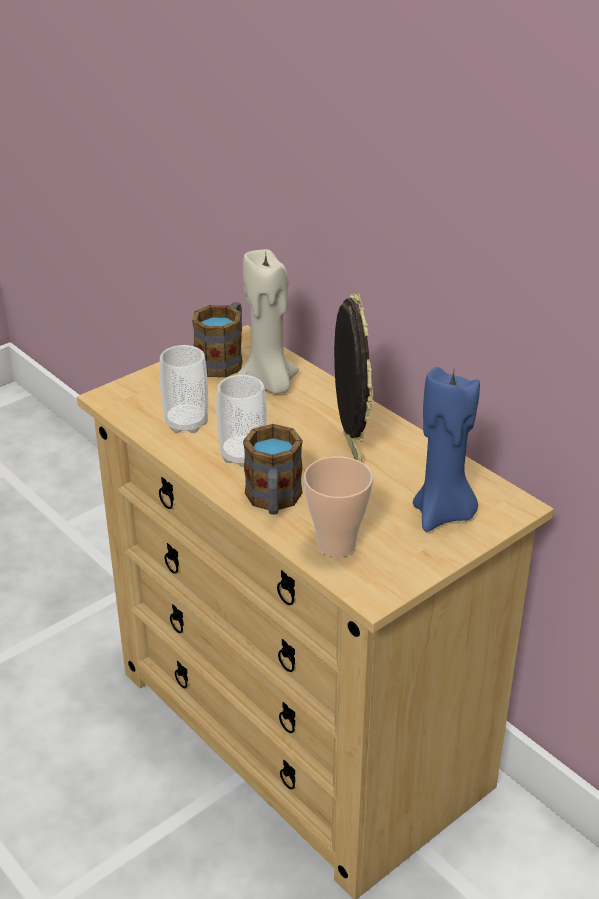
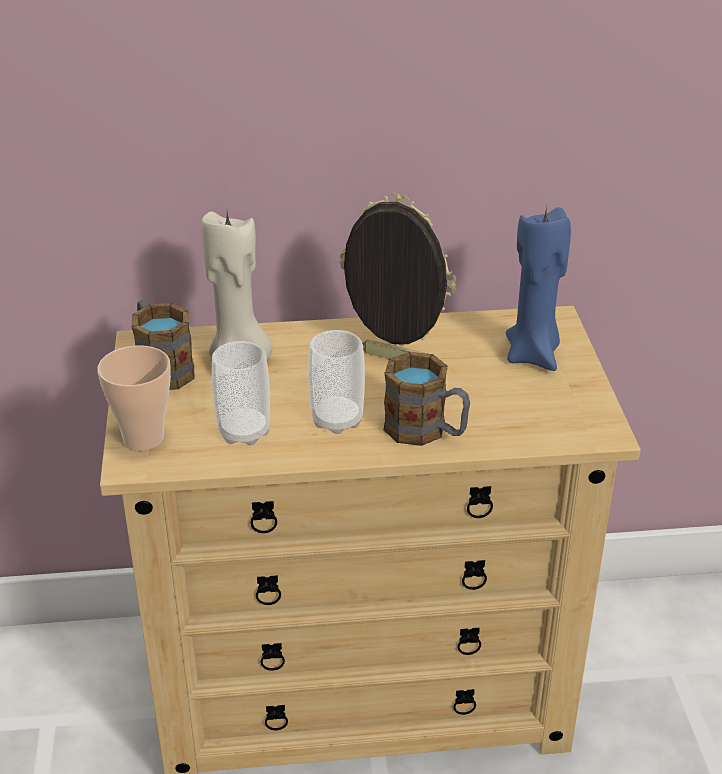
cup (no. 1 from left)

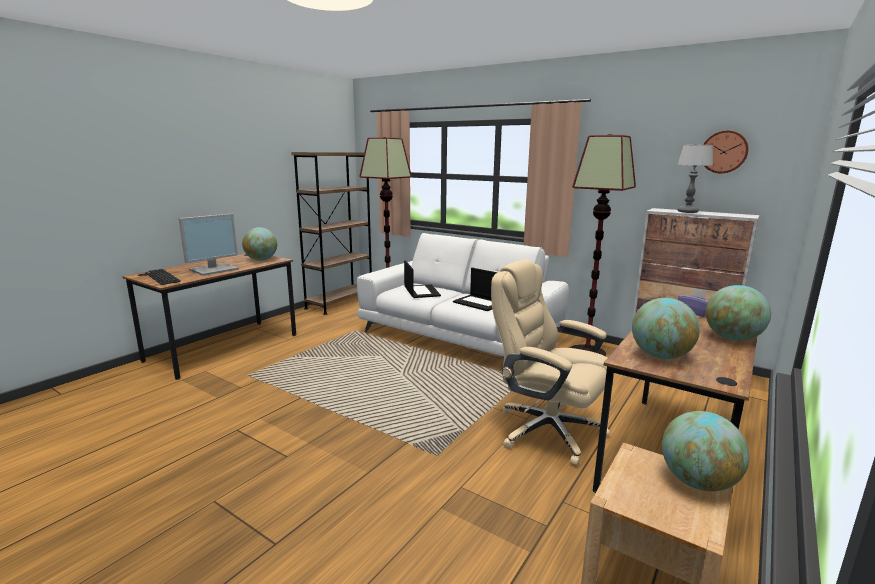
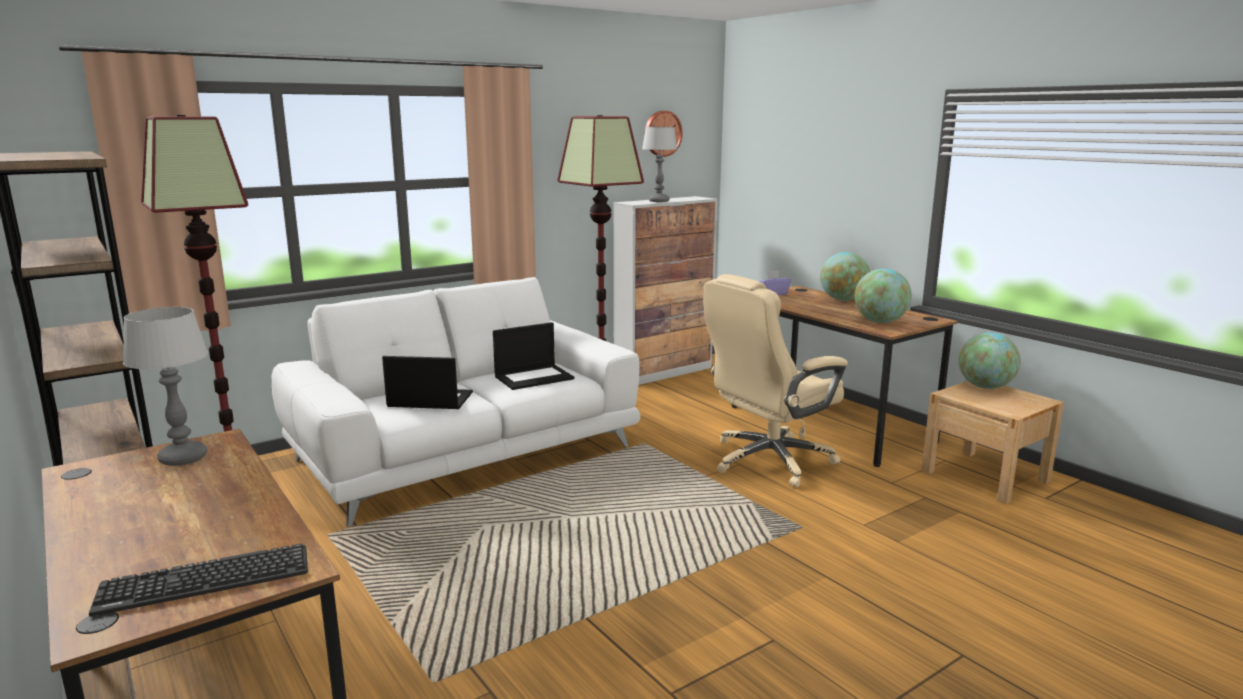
computer display
lamp for a table (no. 1 from left)

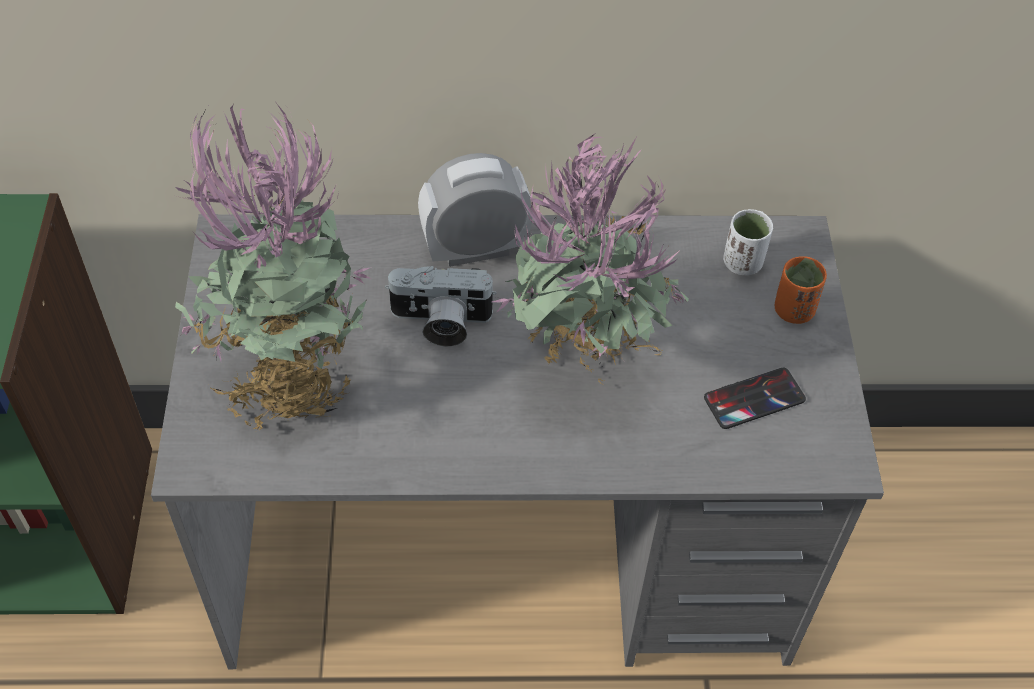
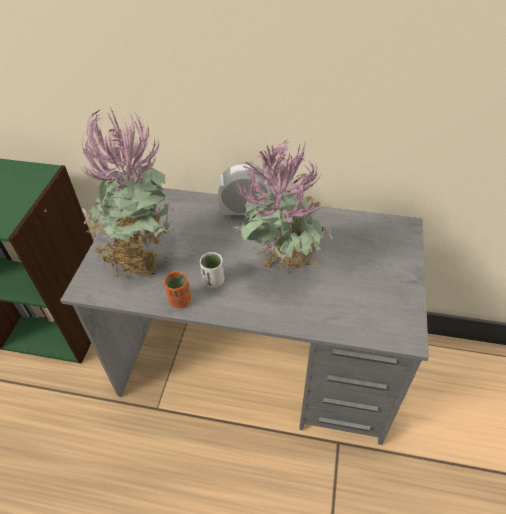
photo camera
phone
white cup
orange-coloured cup

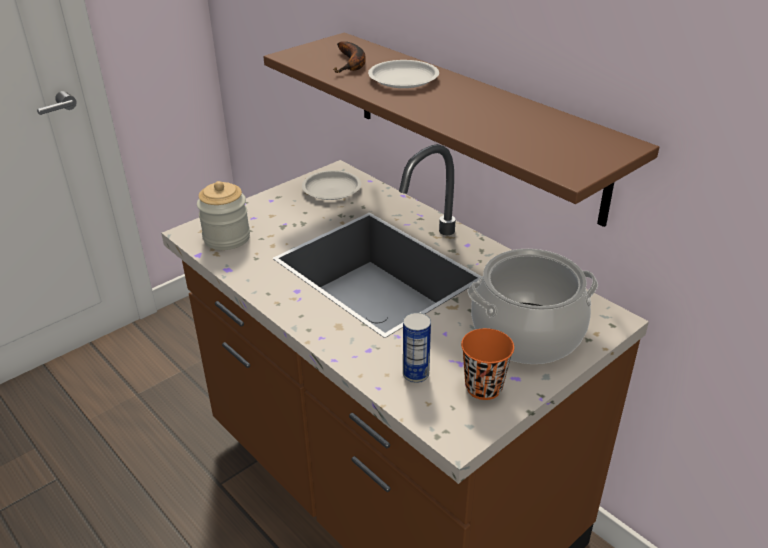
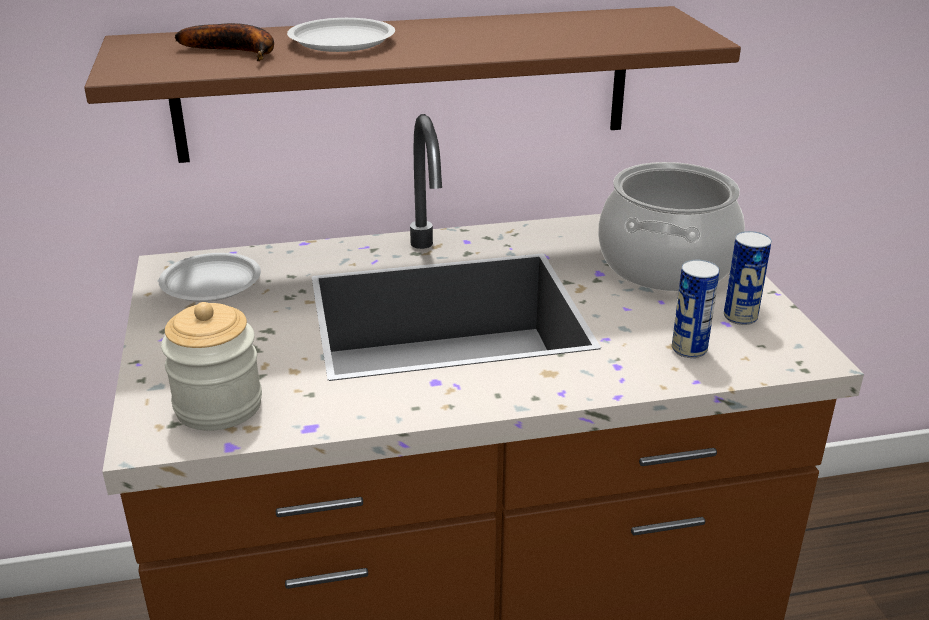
can (no. 2 from left)

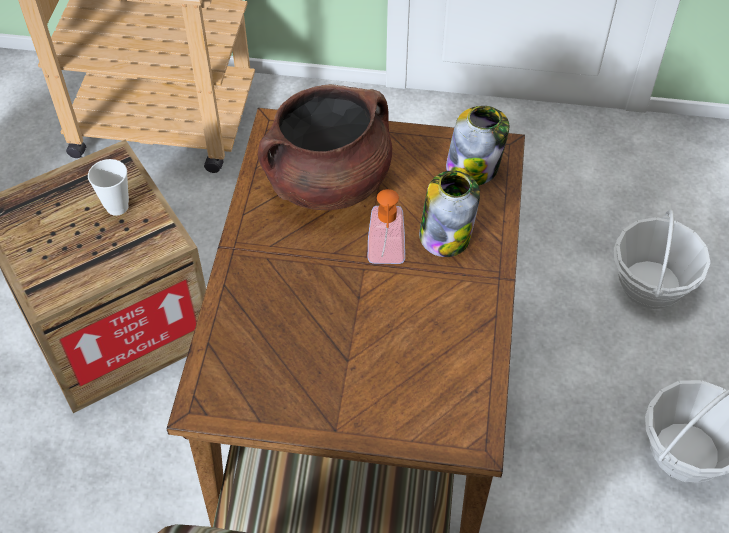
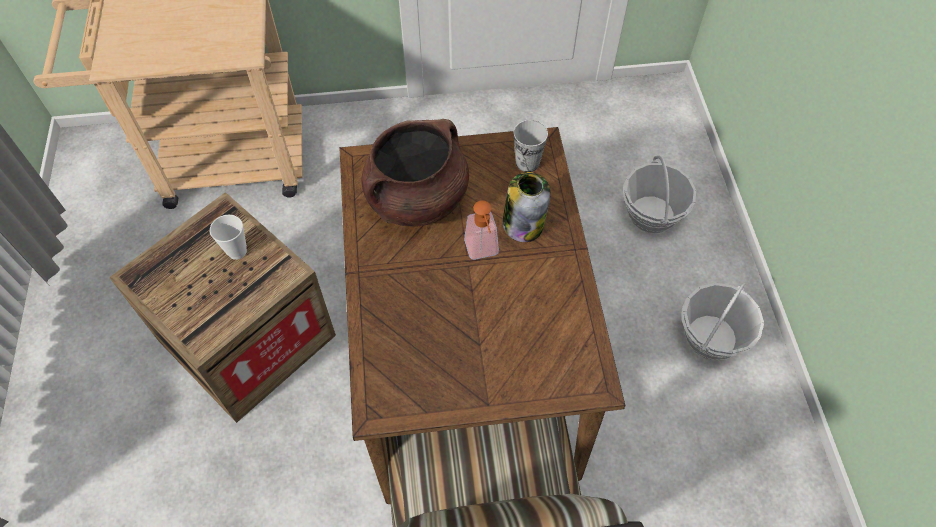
cup (no. 2 from left)

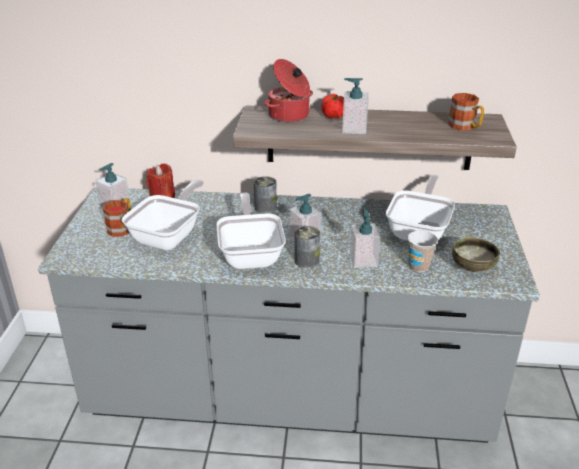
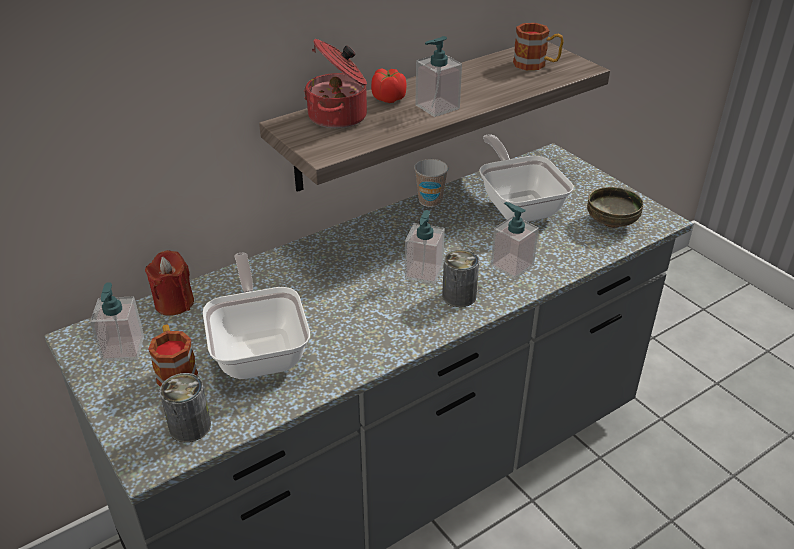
frying pan (no. 2 from left in the first image)
can (no. 1 from left)
cup

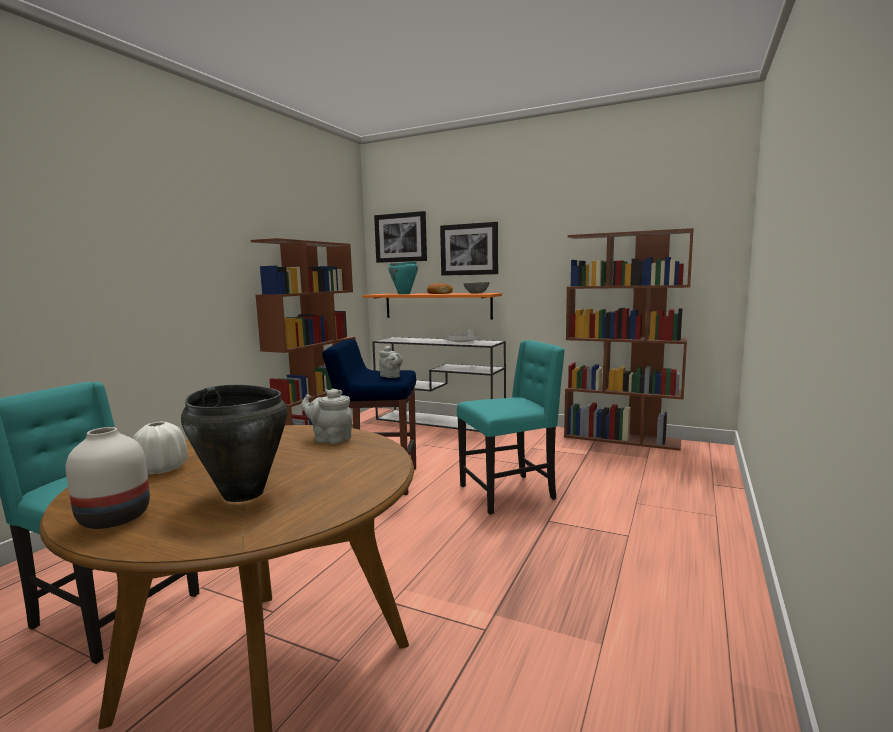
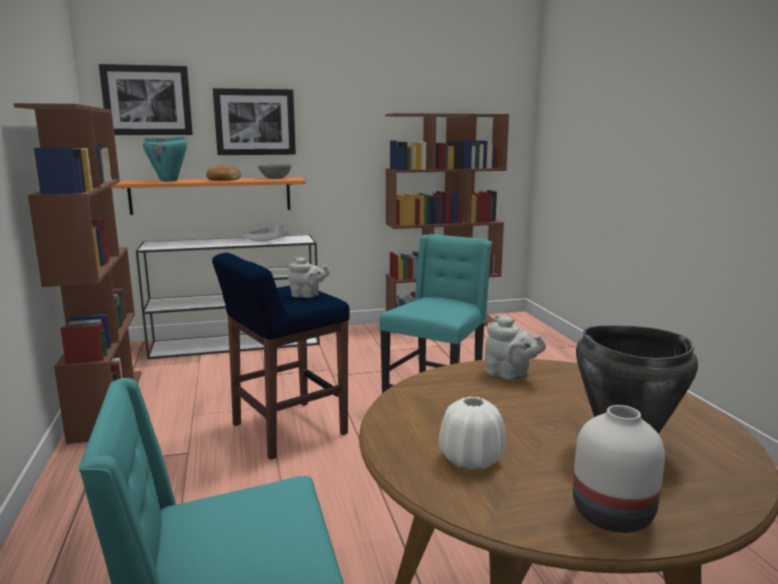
greyish pot for tea (no. 2 from left)

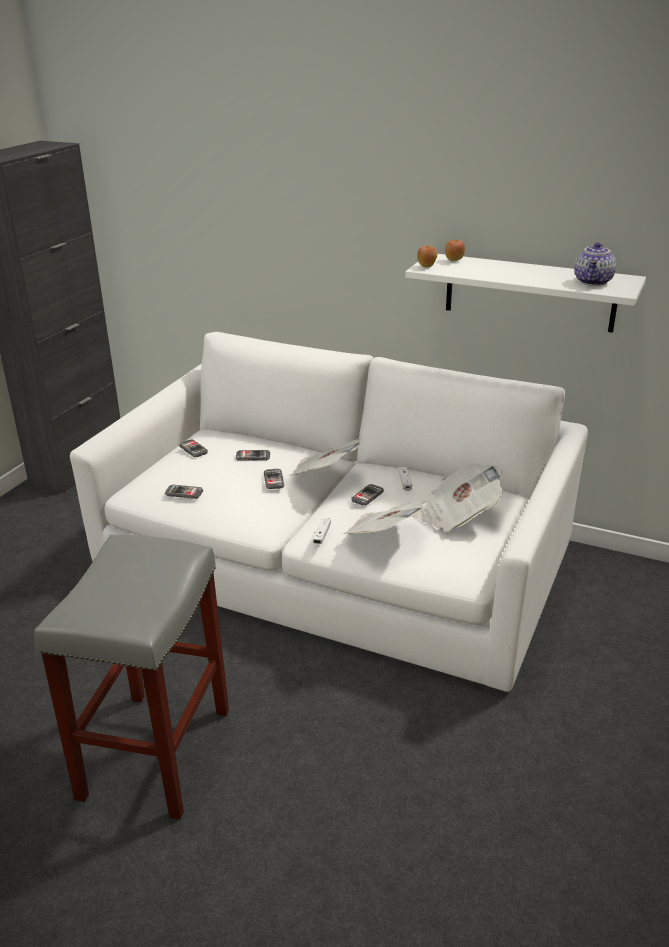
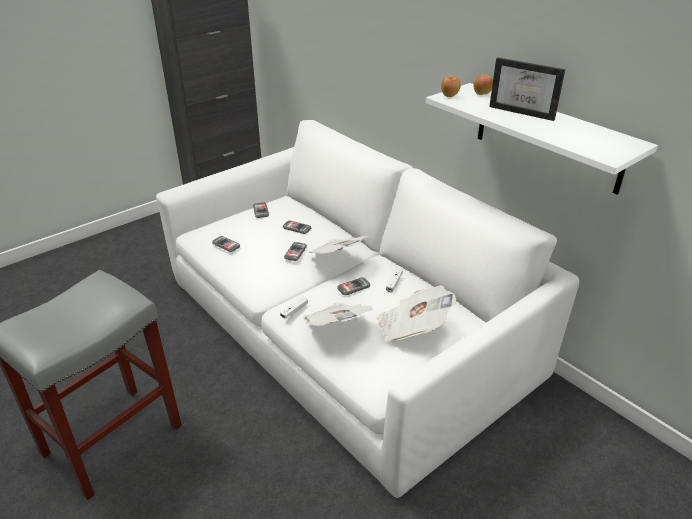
pot for tea
standing frame

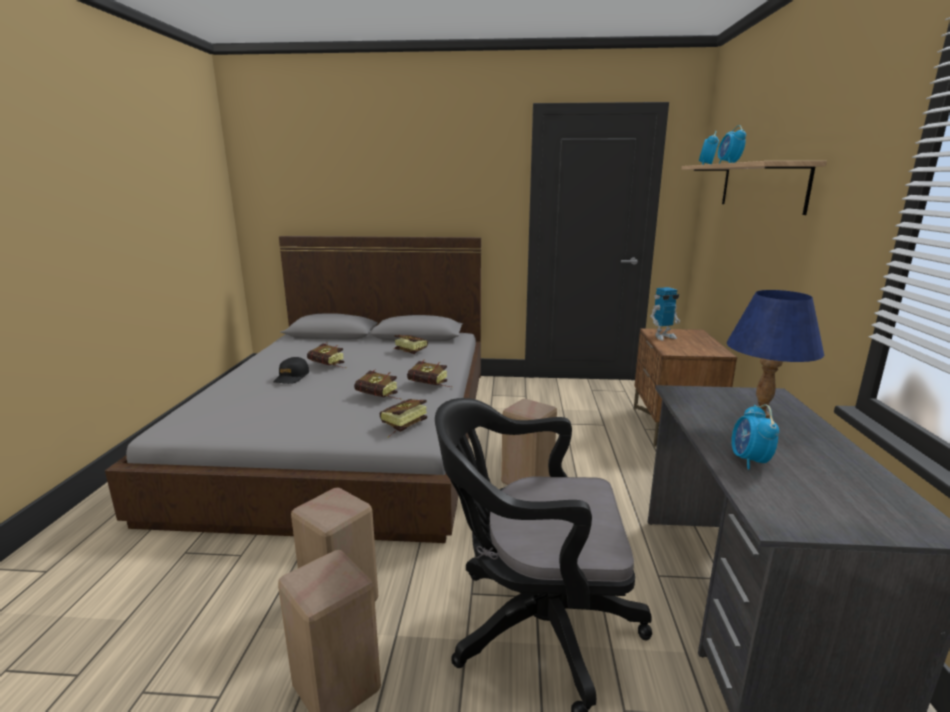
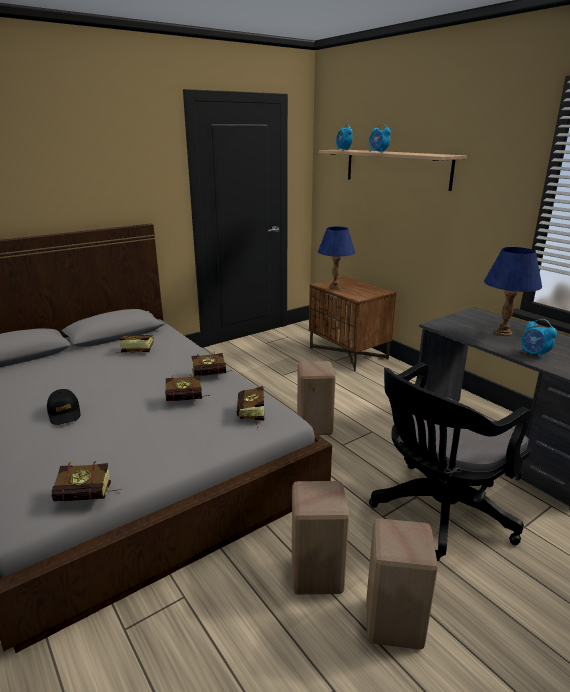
volume (no. 1 from left)
bluish lamp for a table (no. 1 from left)

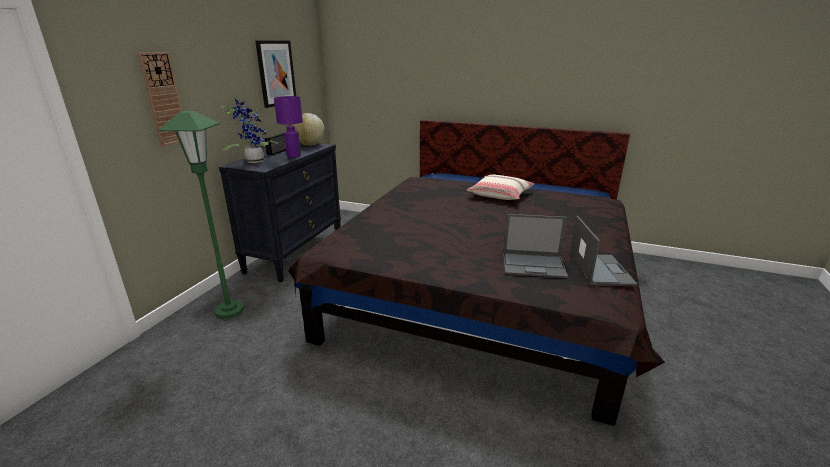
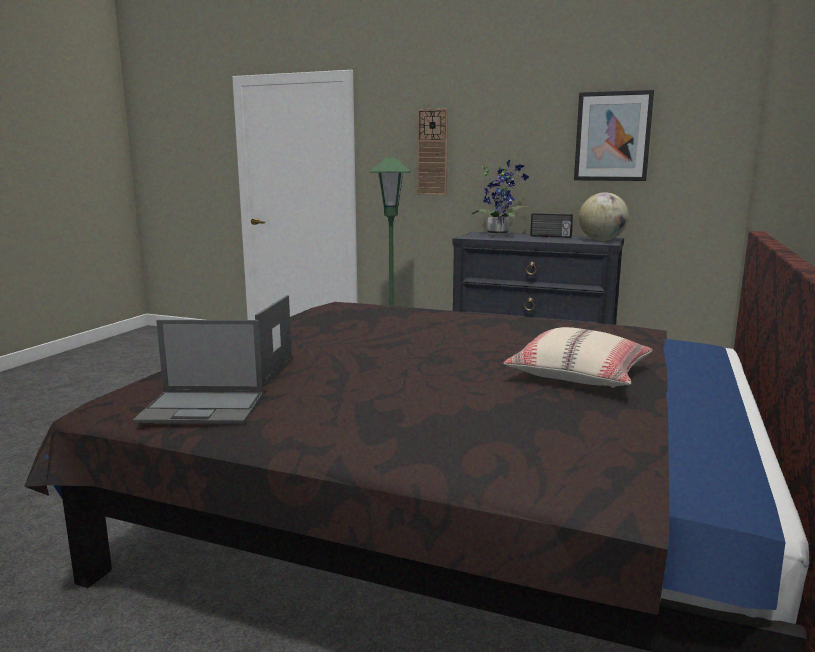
purple-coloured lamp for a table

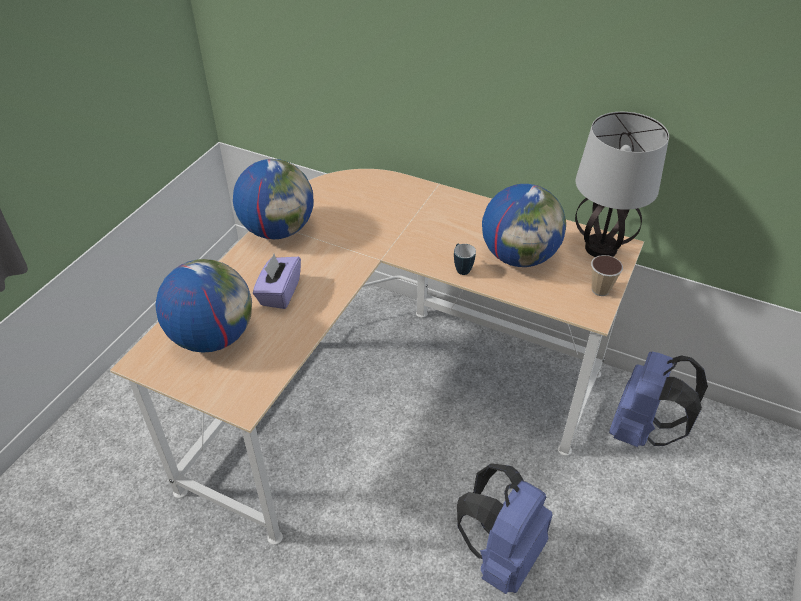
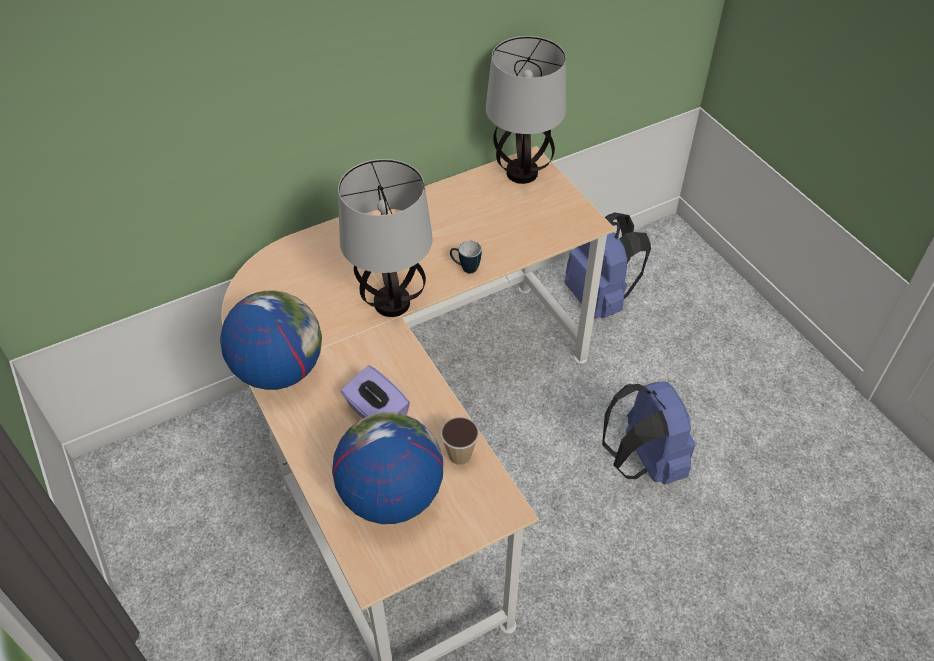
desk globe (no. 3 from left in the first image)
lamp for a table (no. 1 from left)
cup

